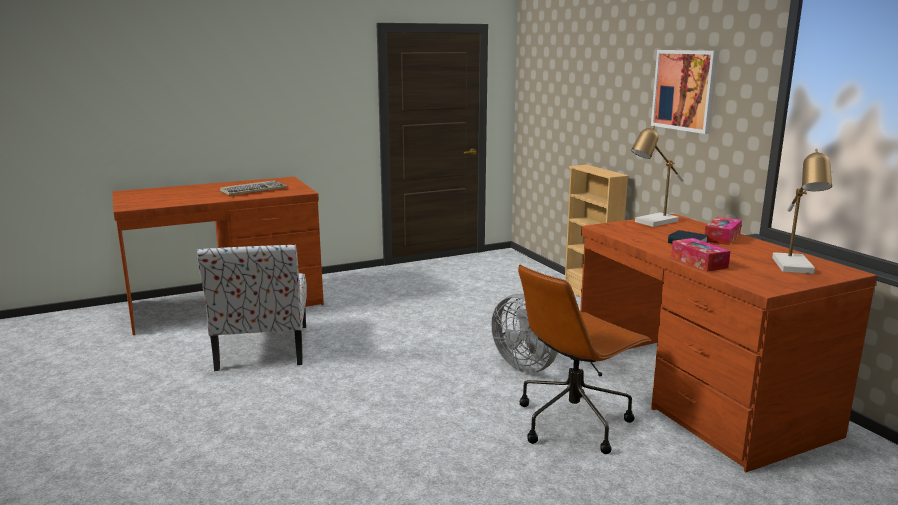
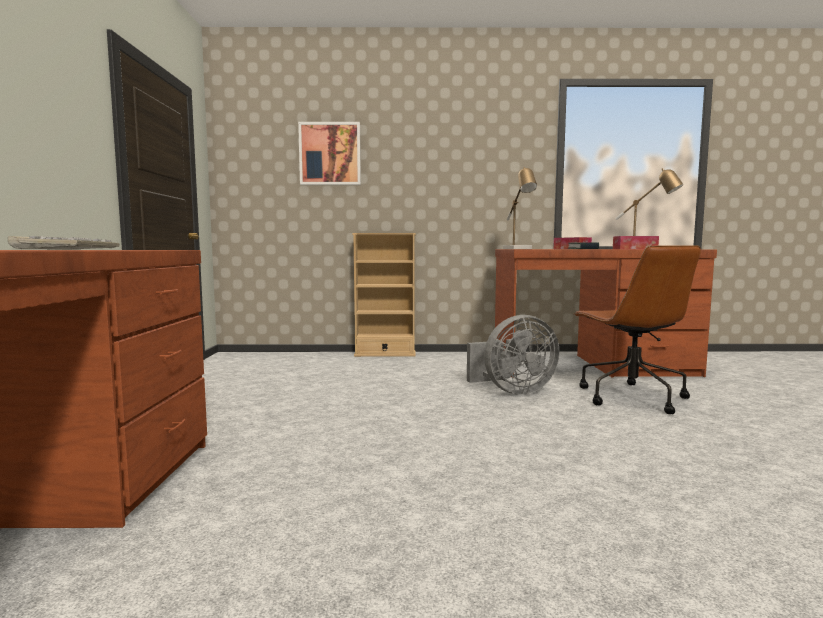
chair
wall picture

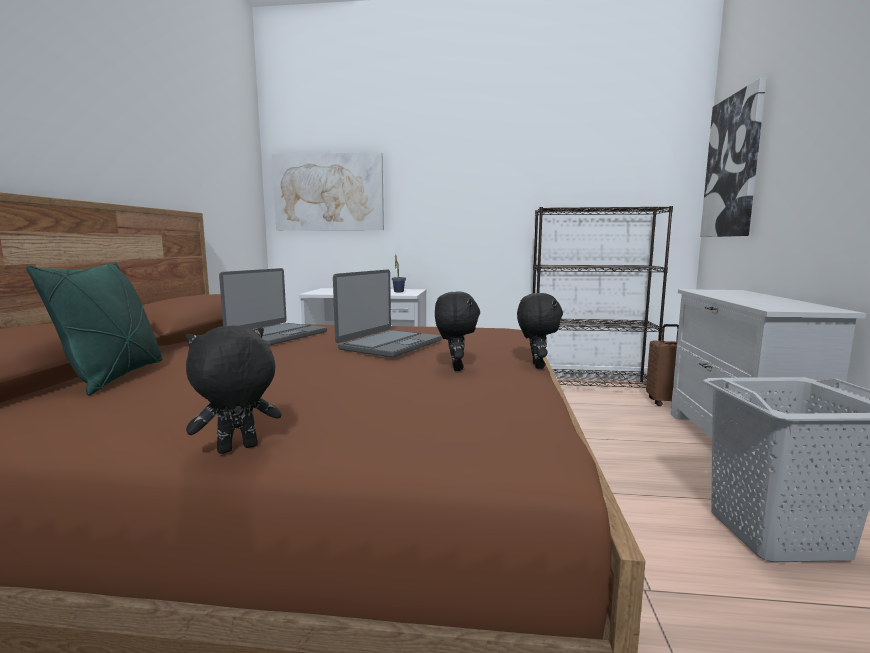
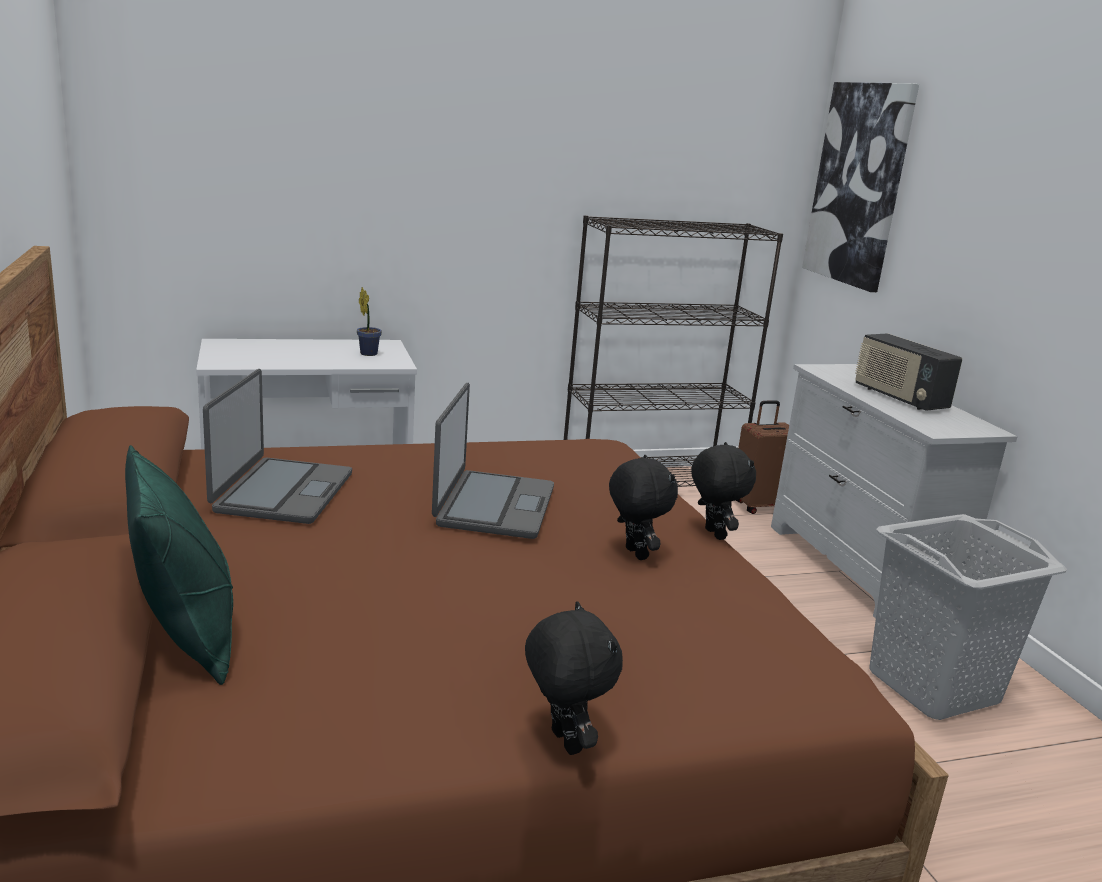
wall picture (no. 1 from left in the first image)
radio
black cuddly toy (no. 1 from left)

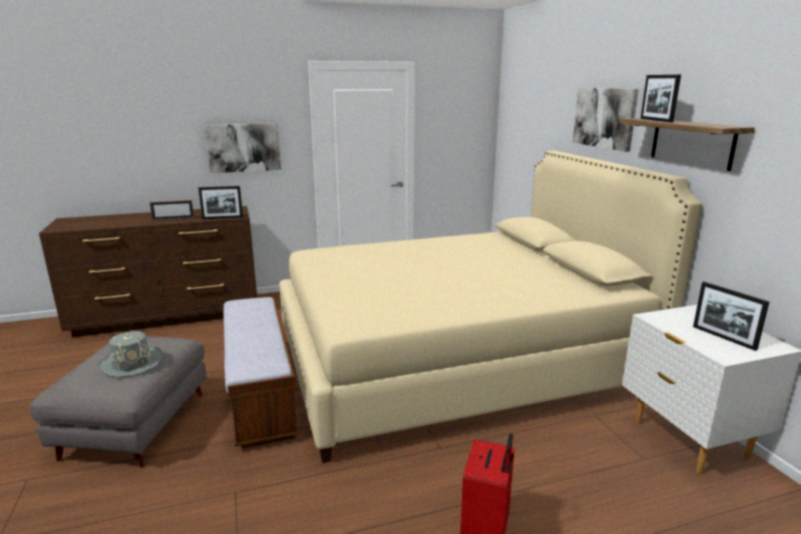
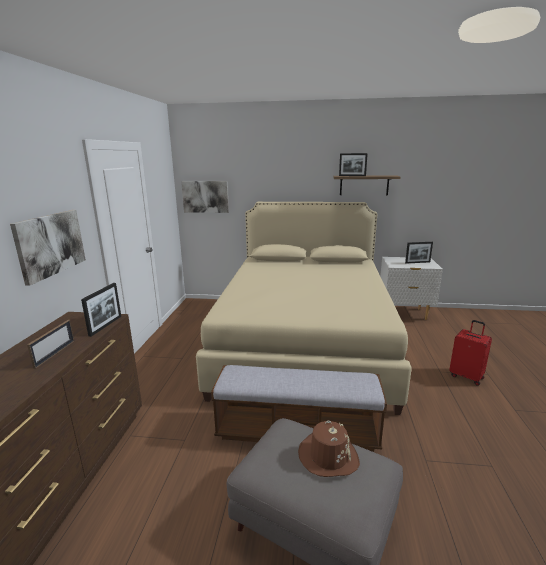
wall picture (no. 2 from left)
brownish wearable hat

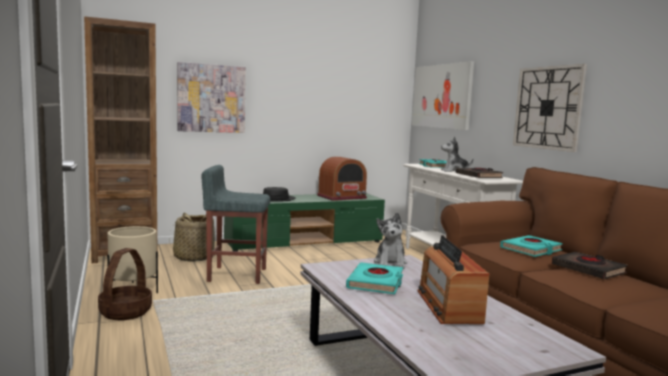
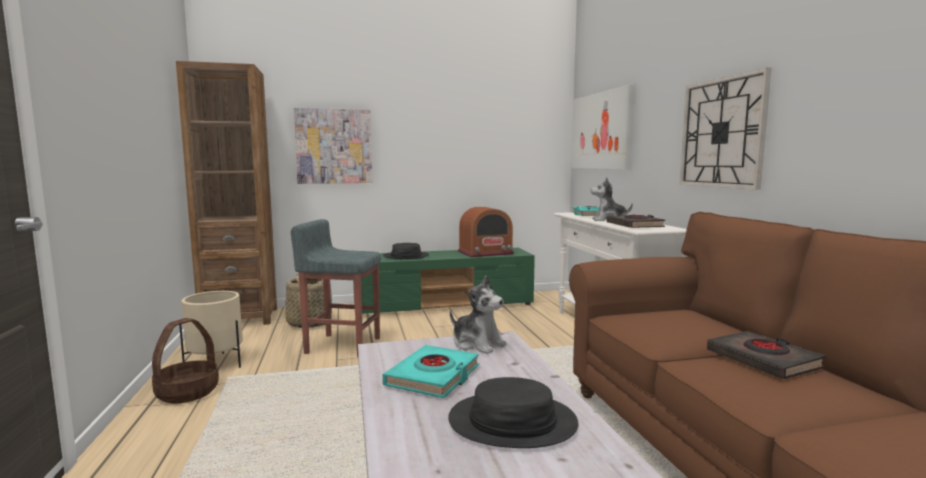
blue-green volume (no. 3 from left in the first image)
black wearable hat (no. 2 from left)
cuddly toy (no. 1 from left)

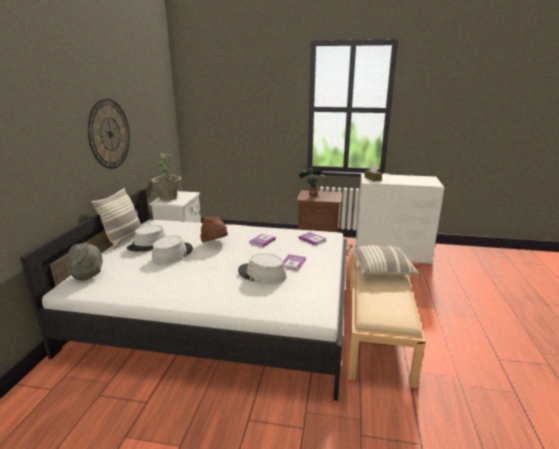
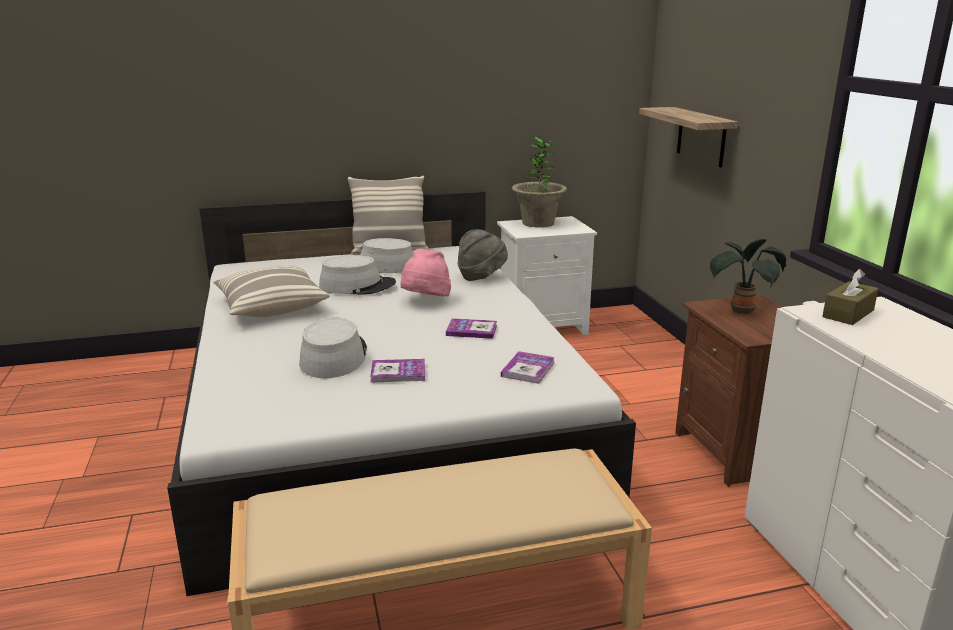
clock on the wall
wall shelf
greyish wearable hat (no. 4 from left)
pillow (no. 1 from left)
pink wearable hat

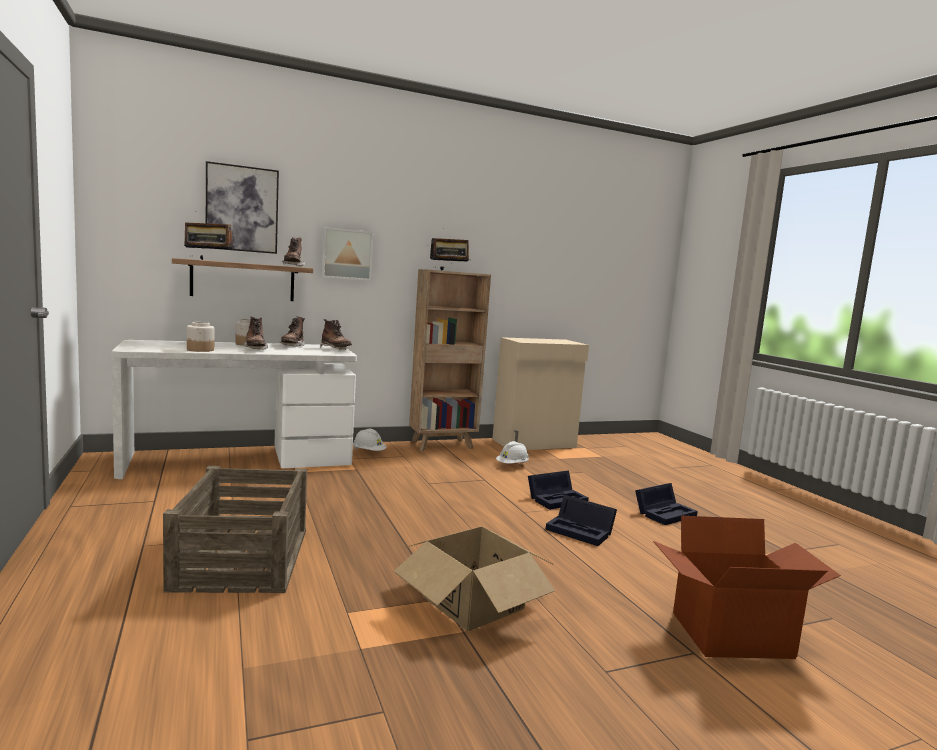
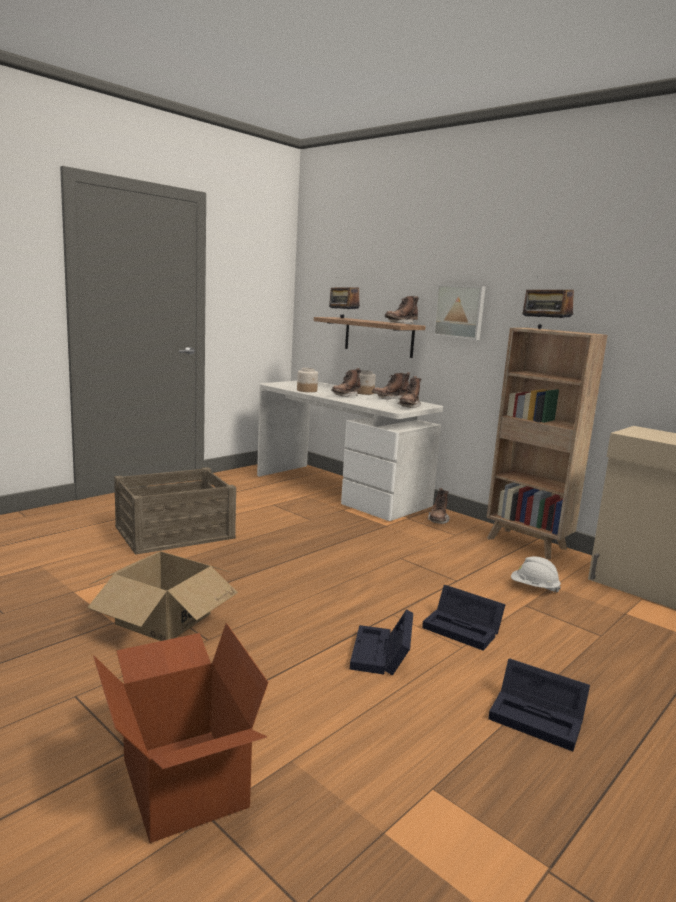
wall picture (no. 1 from left in the first image)
brownish tall boot (no. 5 from left)

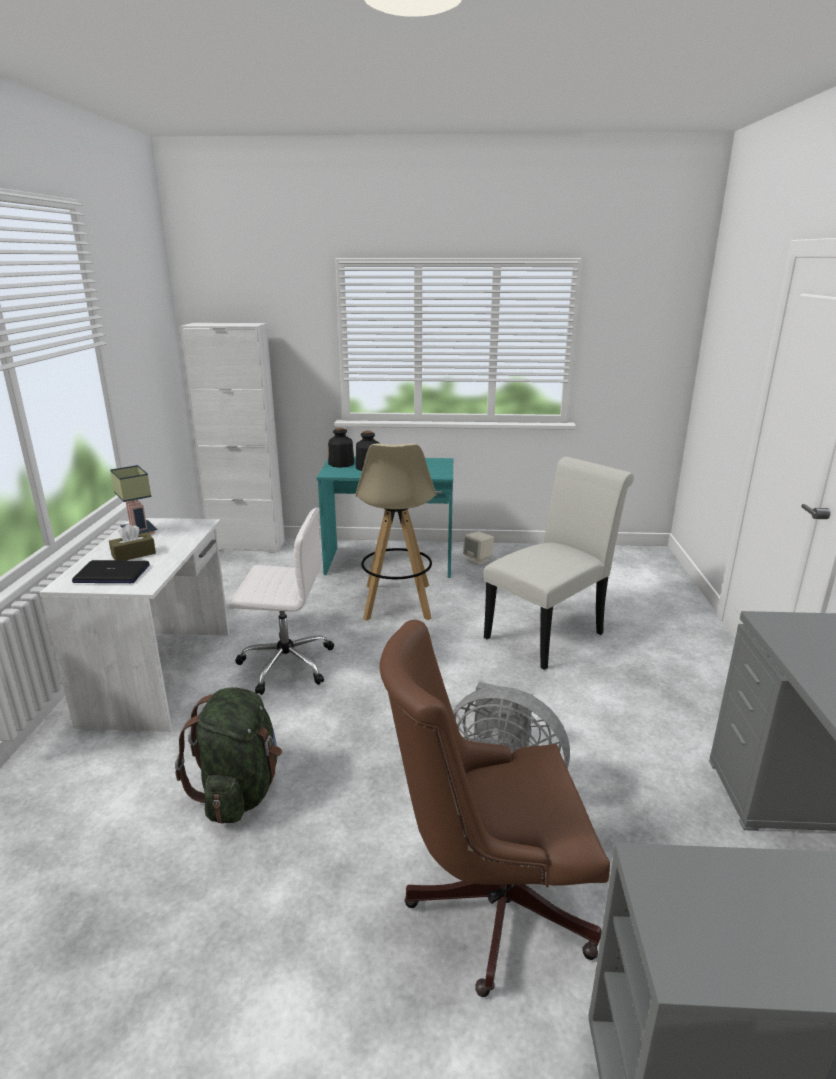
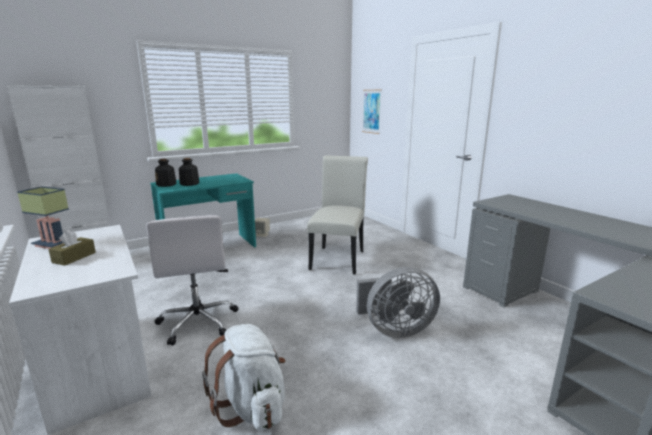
portable computer
sand-coloured stool seat
brownish office chair
wall picture
white knapsack
white office chair

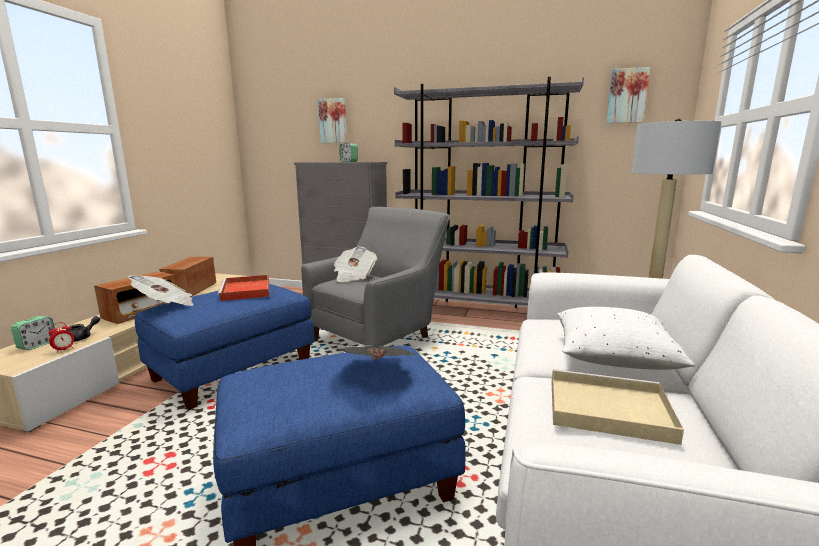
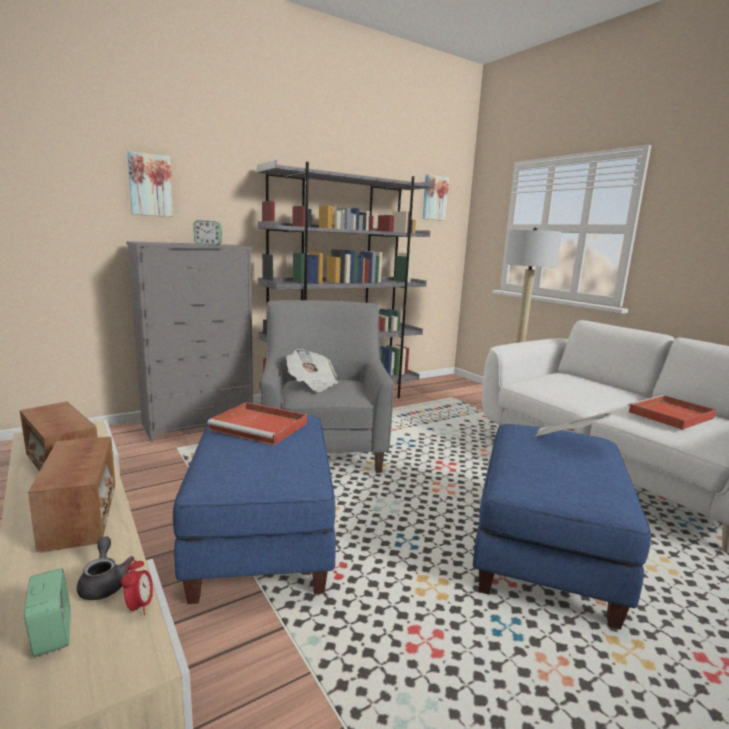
daily paper (no. 1 from left in the first image)
white pillow
red-coloured carrying tray (no. 2 from left)

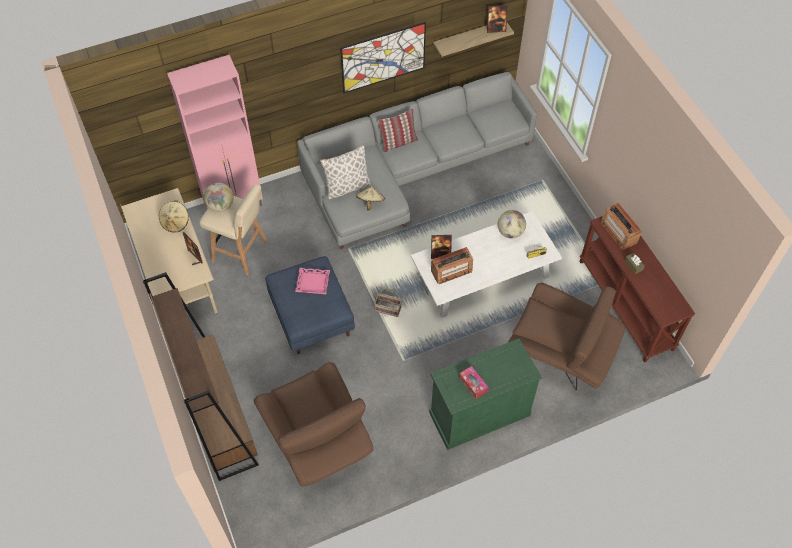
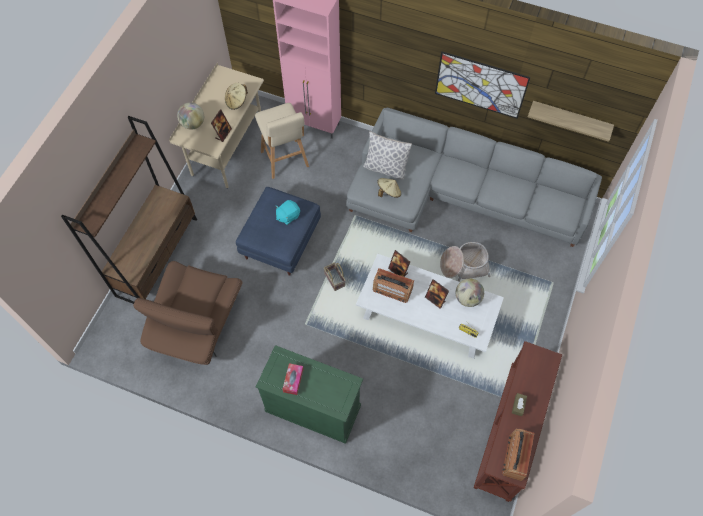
pillow (no. 2 from left in the first image)
brownish armchair (no. 2 from left in the first image)
basket (no. 2 from left)
desk globe (no. 1 from left)
standing frame (no. 3 from left)
radio (no. 3 from left)
blue-green cuddly toy

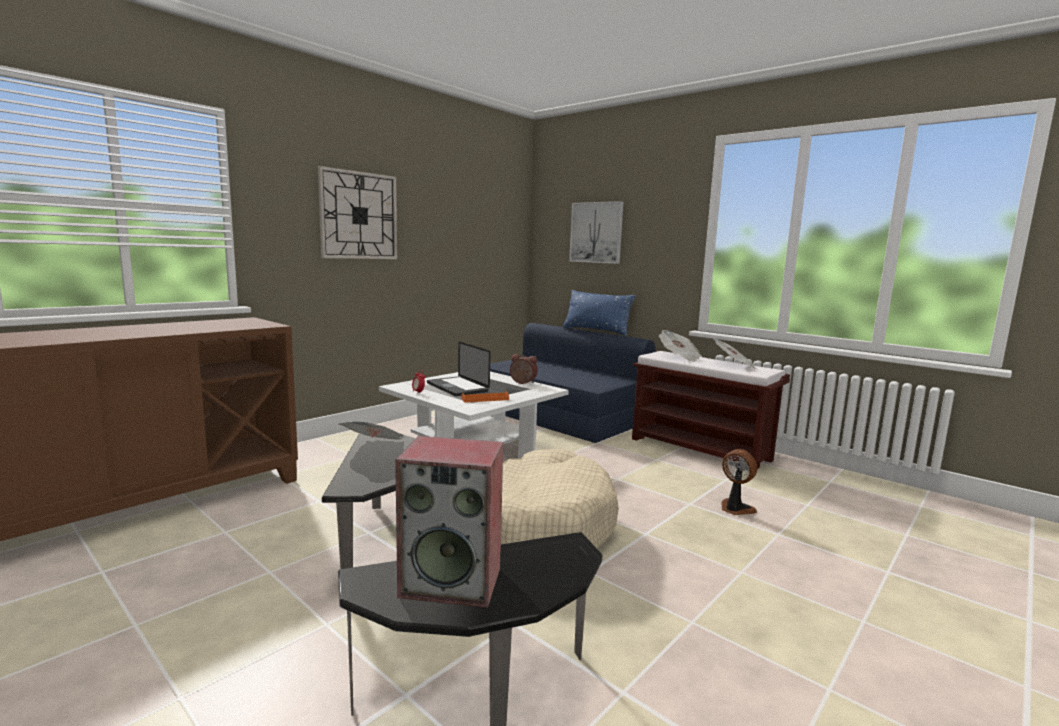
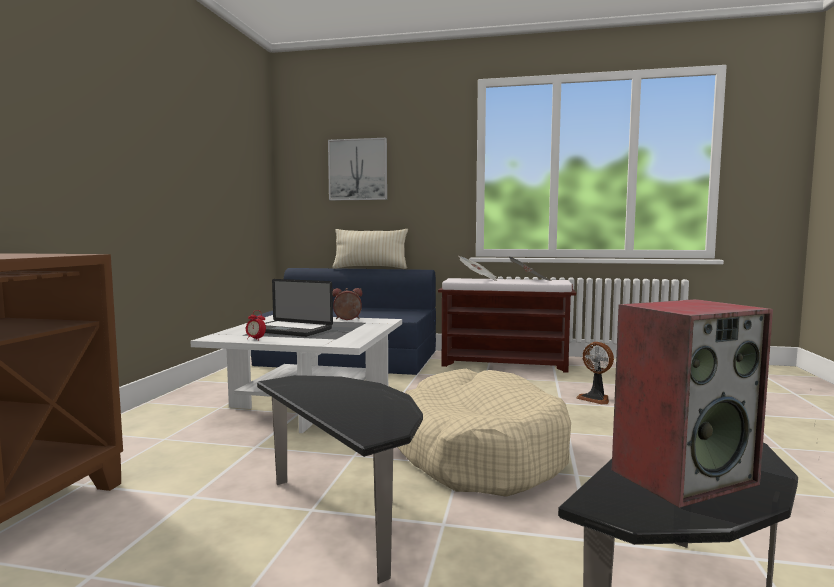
clock on the wall
daily paper (no. 1 from left in the first image)
orange-coloured carrying tray
sand-coloured pillow
cooling fan

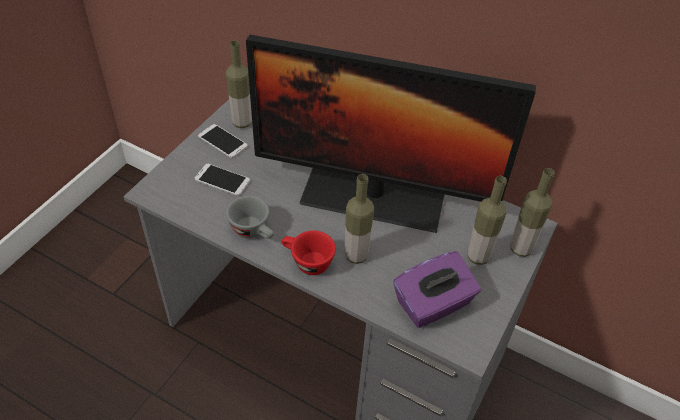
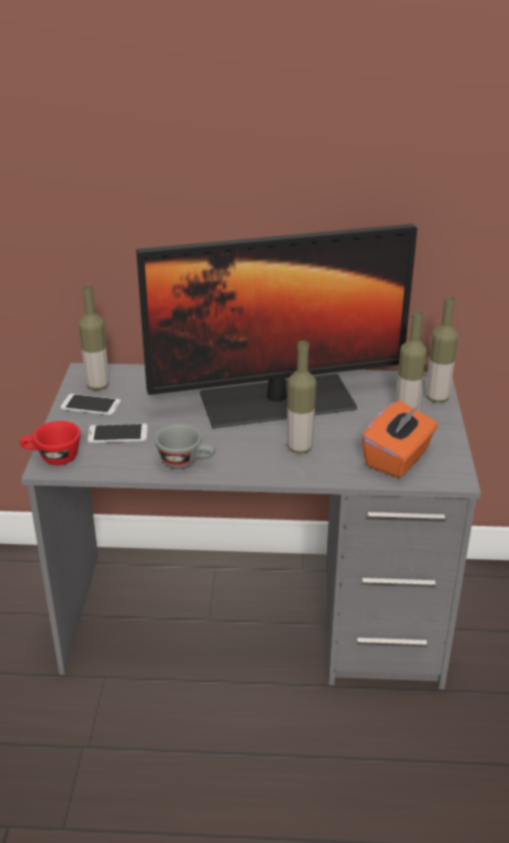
red-coloured cup
orange-coloured tissue holder

